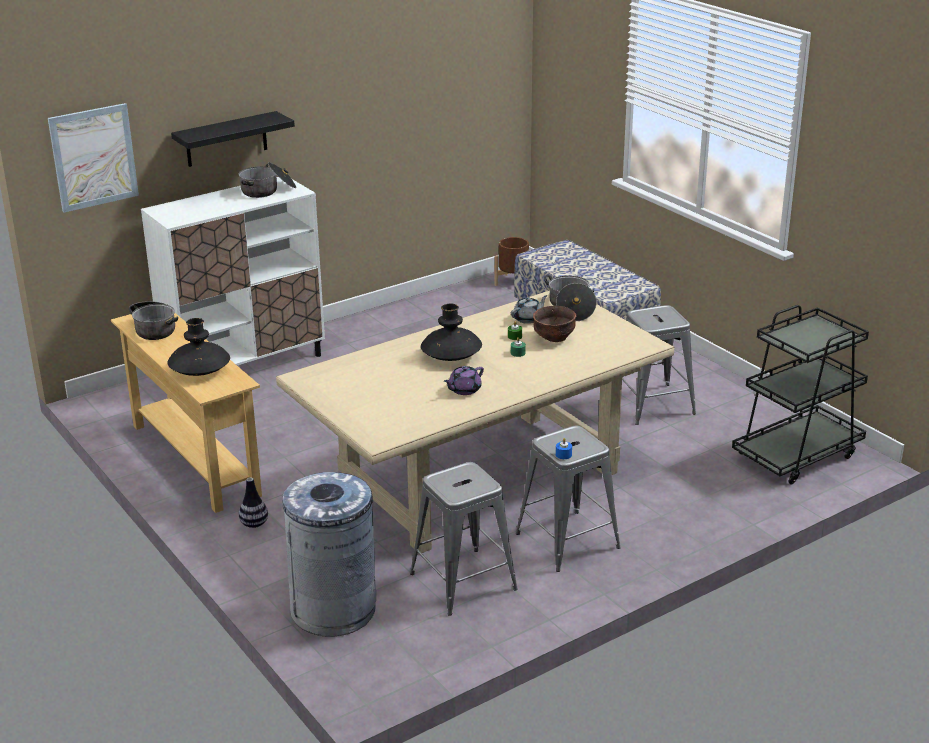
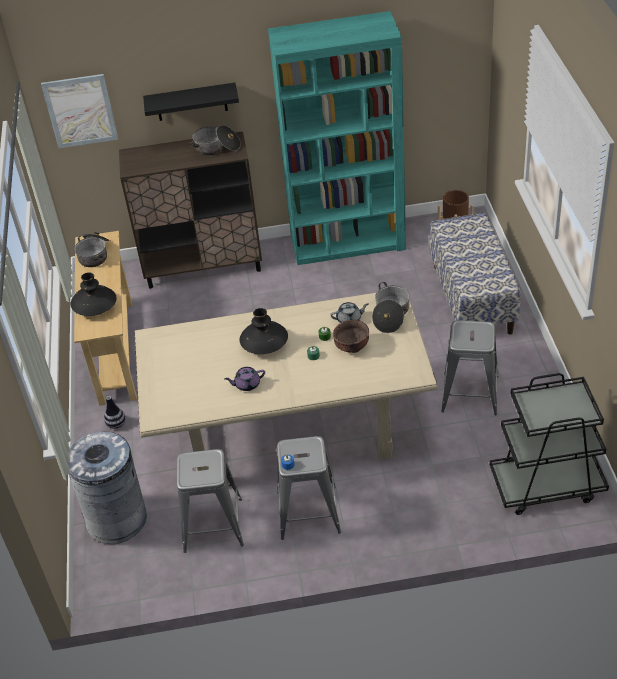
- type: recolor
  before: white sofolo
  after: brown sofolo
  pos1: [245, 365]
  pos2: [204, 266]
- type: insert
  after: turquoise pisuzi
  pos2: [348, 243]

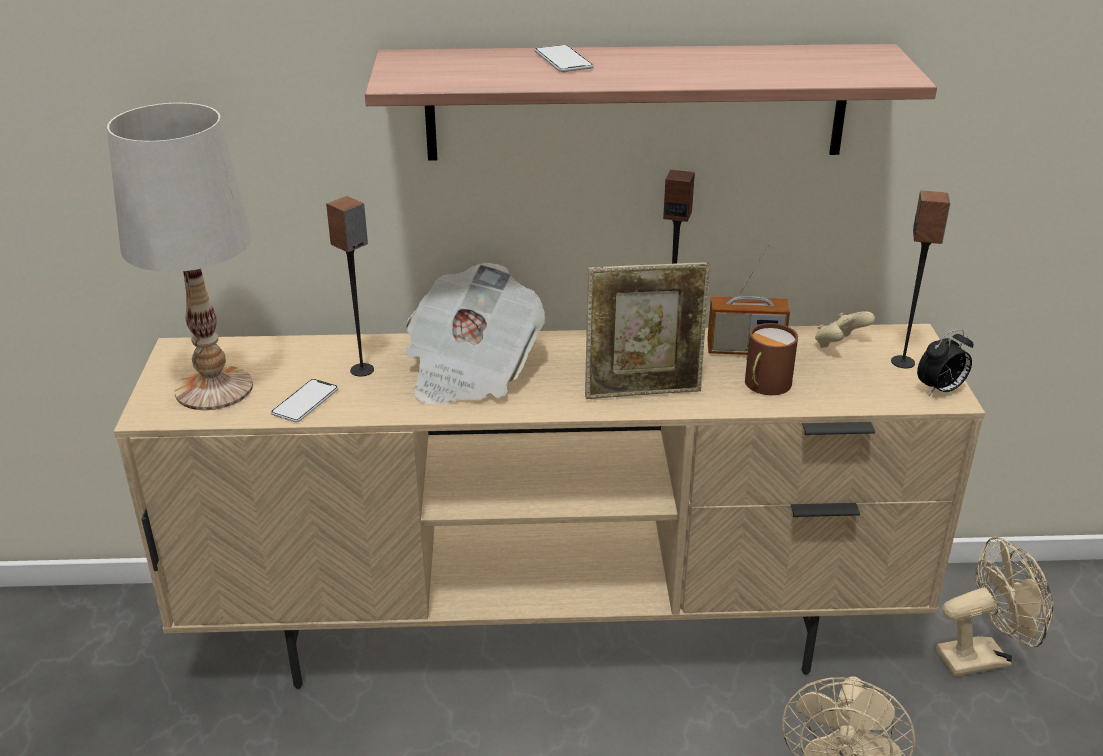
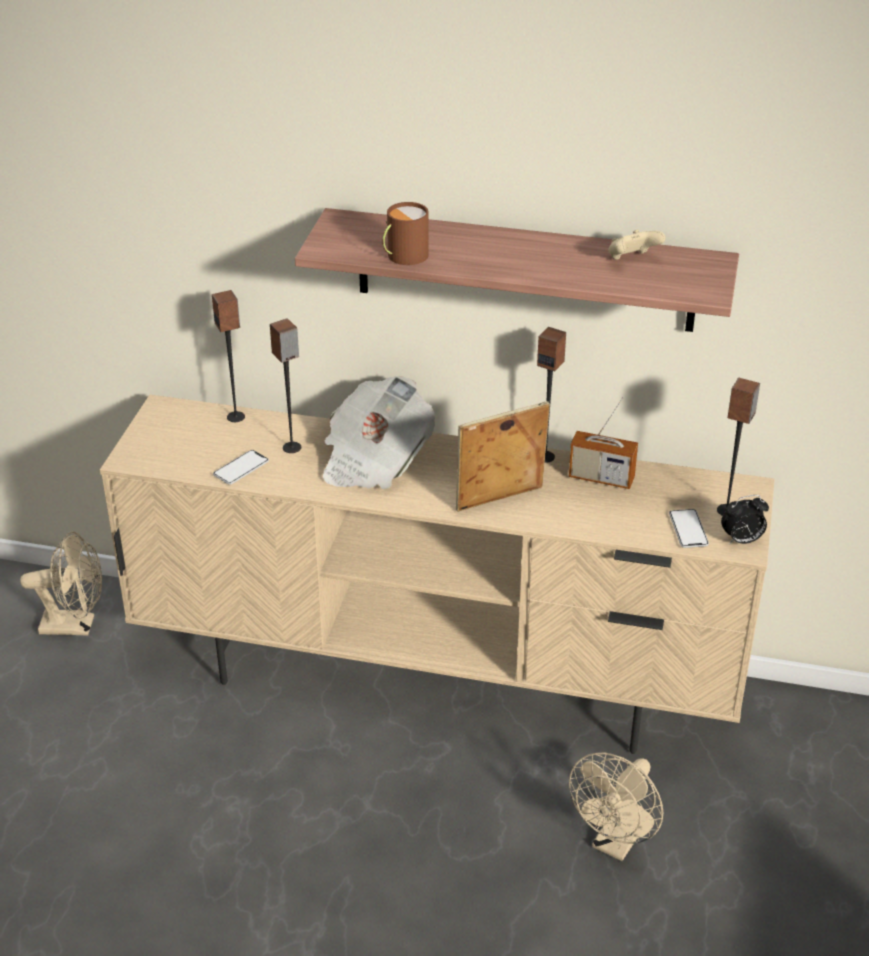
- type: move
  before: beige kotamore
  pos1: [982, 656]
  pos2: [76, 625]
- type: insert
  after: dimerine
  pos2: [236, 417]
- type: move
  before: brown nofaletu
  pos1: [764, 384]
  pos2: [403, 256]
- type: rotate
  before: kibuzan
  pos1: [643, 391]
  pos2: [500, 502]
  turn: 150
- type: move
  before: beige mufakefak
  pos1: [839, 345]
  pos2: [632, 260]
- type: move
  before: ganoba
  pos1: [563, 60]
  pos2: [688, 529]
- type: delete
  before: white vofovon
  pos1: [214, 389]

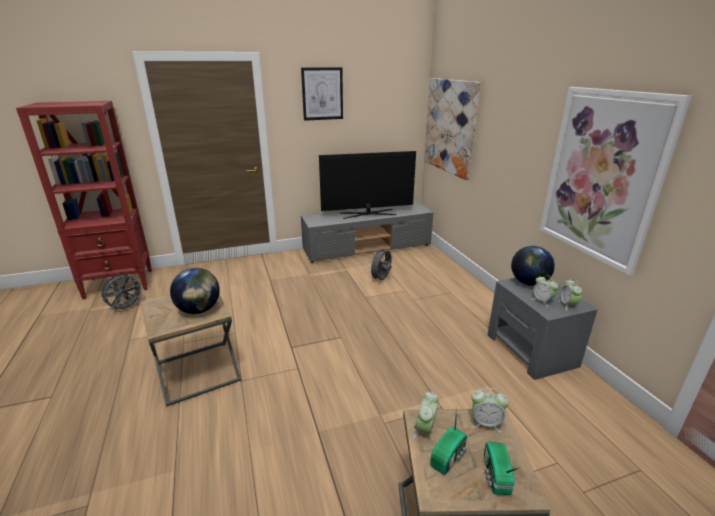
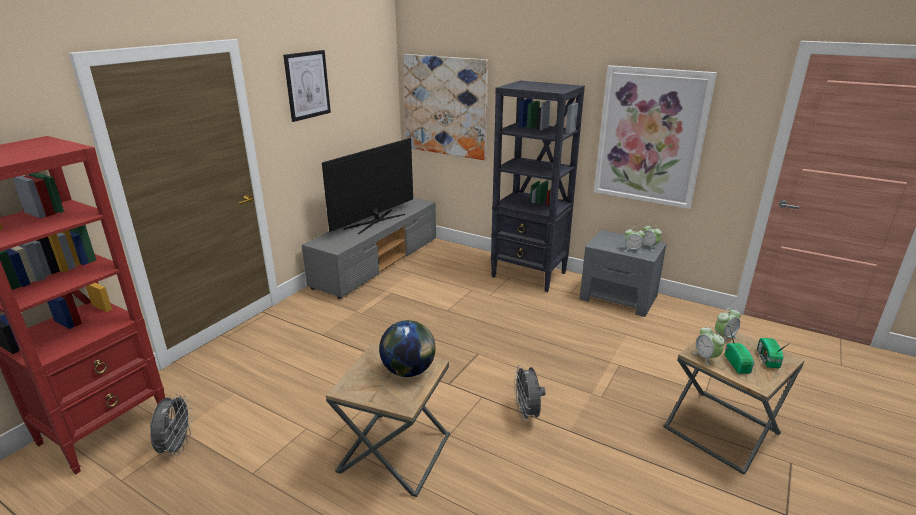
- type: insert
  after: black pisuzi
  pos2: [529, 275]
- type: move
  before: grey kotamore
  pos1: [381, 280]
  pos2: [527, 414]
- type: rotate
  before: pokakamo
  pos1: [495, 475]
  pos2: [767, 359]
  turn: 45
- type: delete
  before: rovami
  pos1: [529, 283]

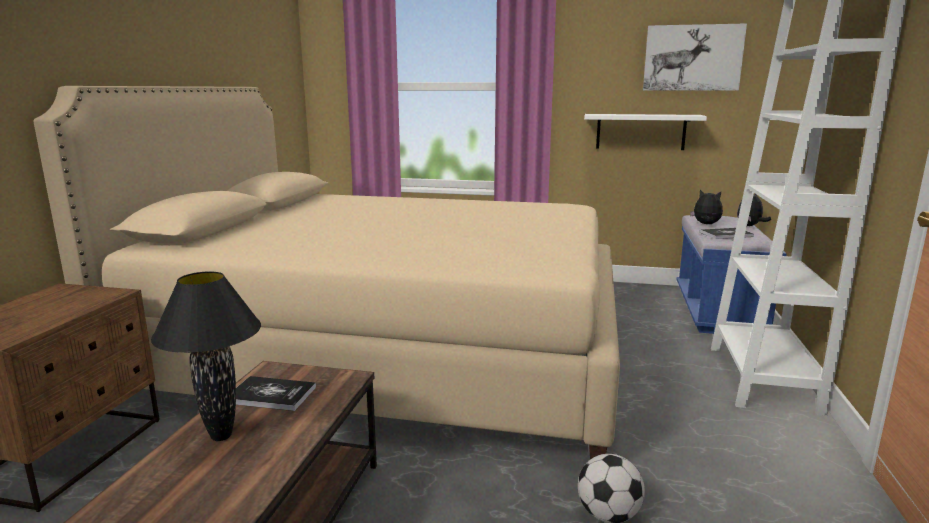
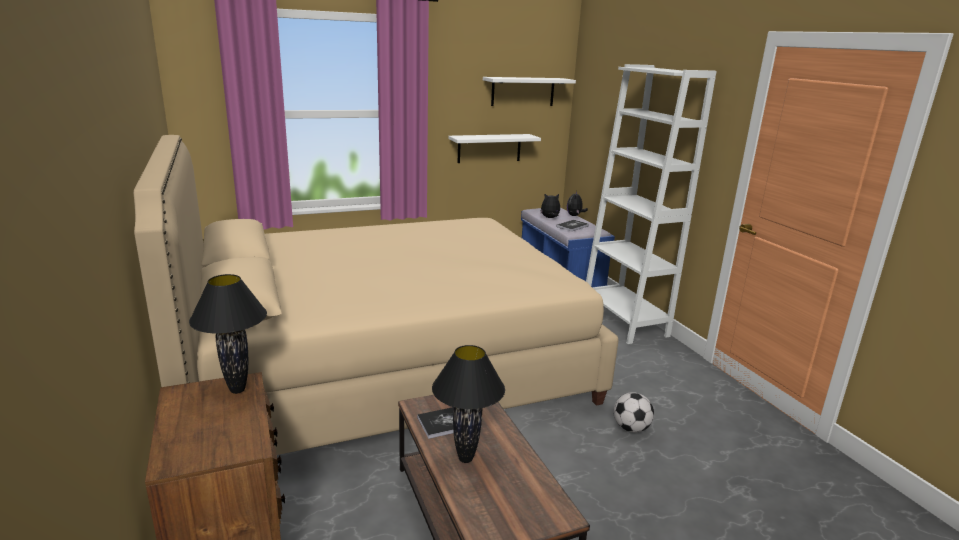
- type: insert
  after: black vofovon
  pos2: [238, 389]
- type: replace
  before: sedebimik
  after: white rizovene
  pos1: [692, 58]
  pos2: [523, 91]

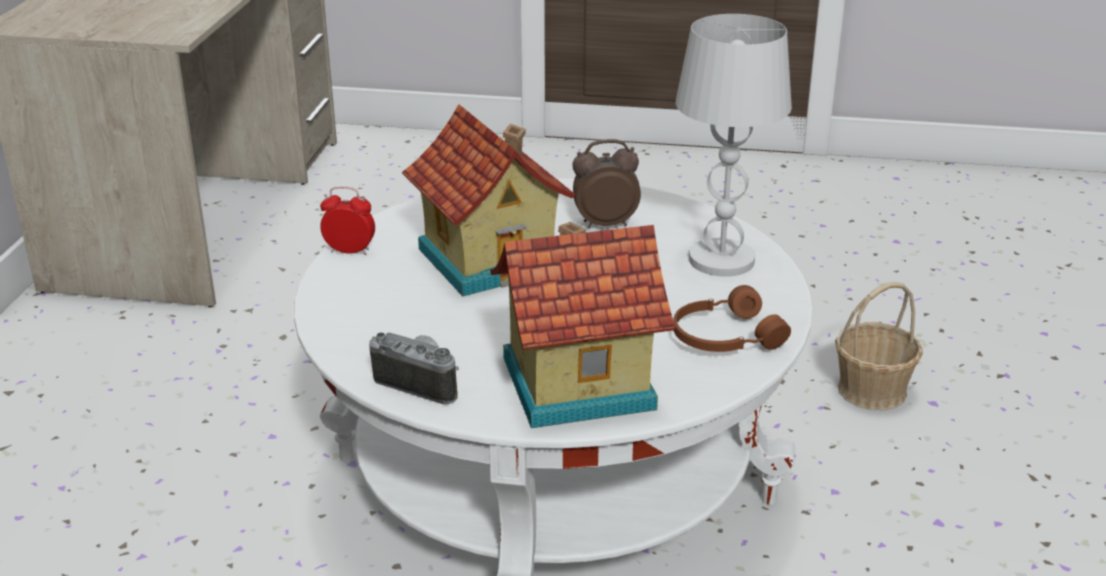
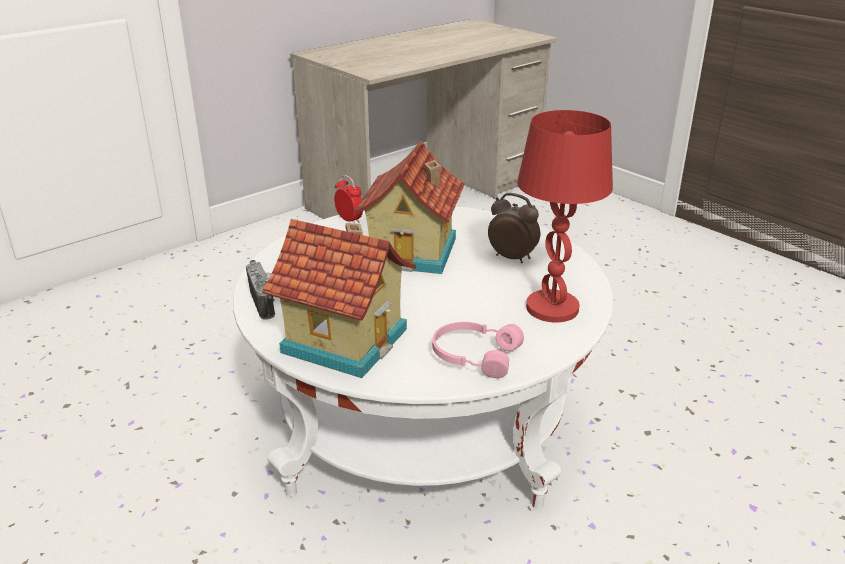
- type: recolor
  before: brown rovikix
  after: pink rovikix
  pos1: [724, 337]
  pos2: [474, 355]
- type: recolor
  before: white vofovon
  after: red vofovon
  pos1: [720, 260]
  pos2: [551, 308]
- type: delete
  before: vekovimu
  pos1: [872, 390]

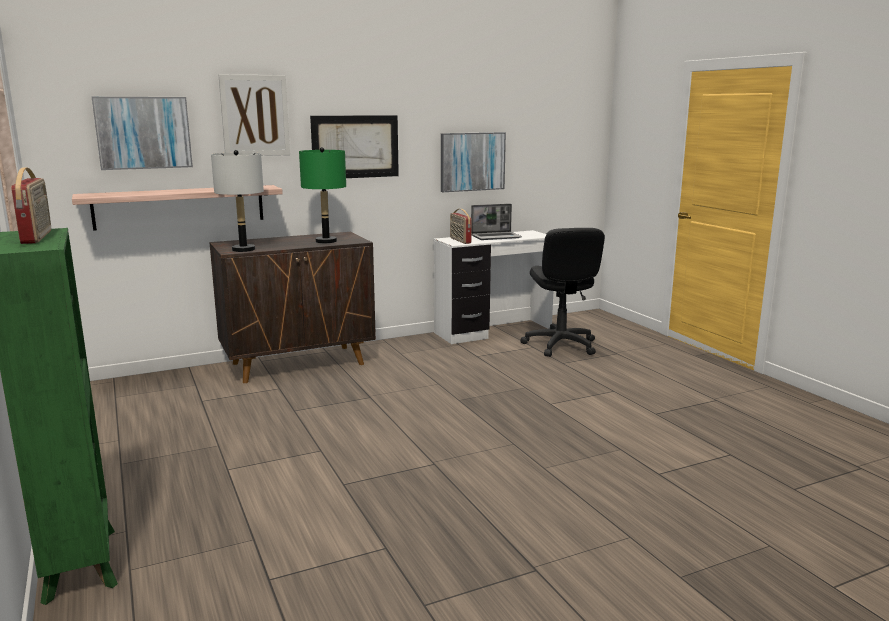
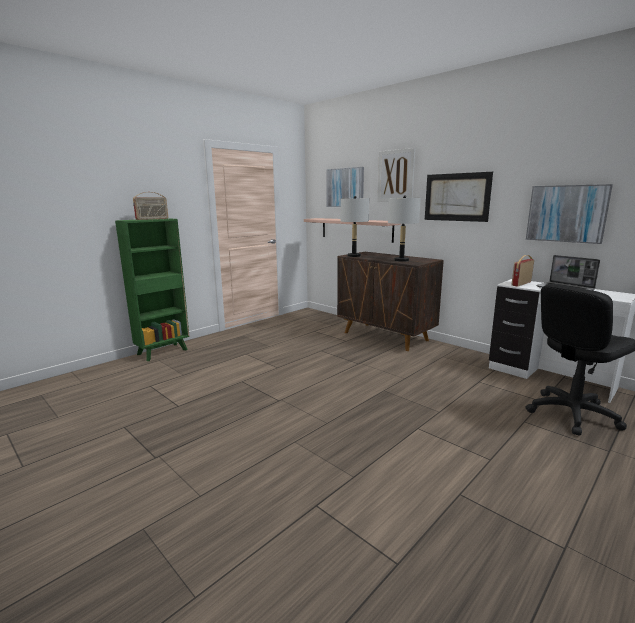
- type: recolor
  before: green vofovon
  after: grey vofovon
  pos1: [326, 241]
  pos2: [401, 260]

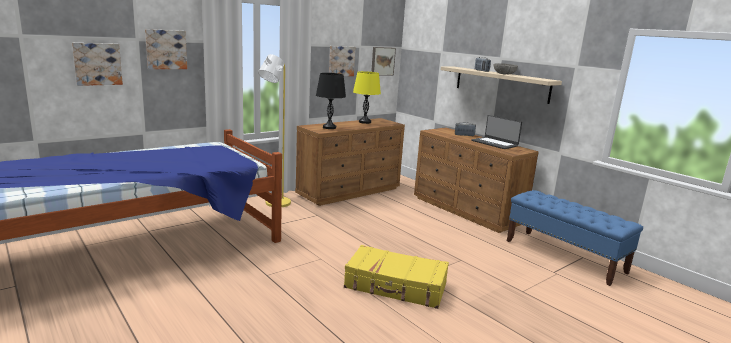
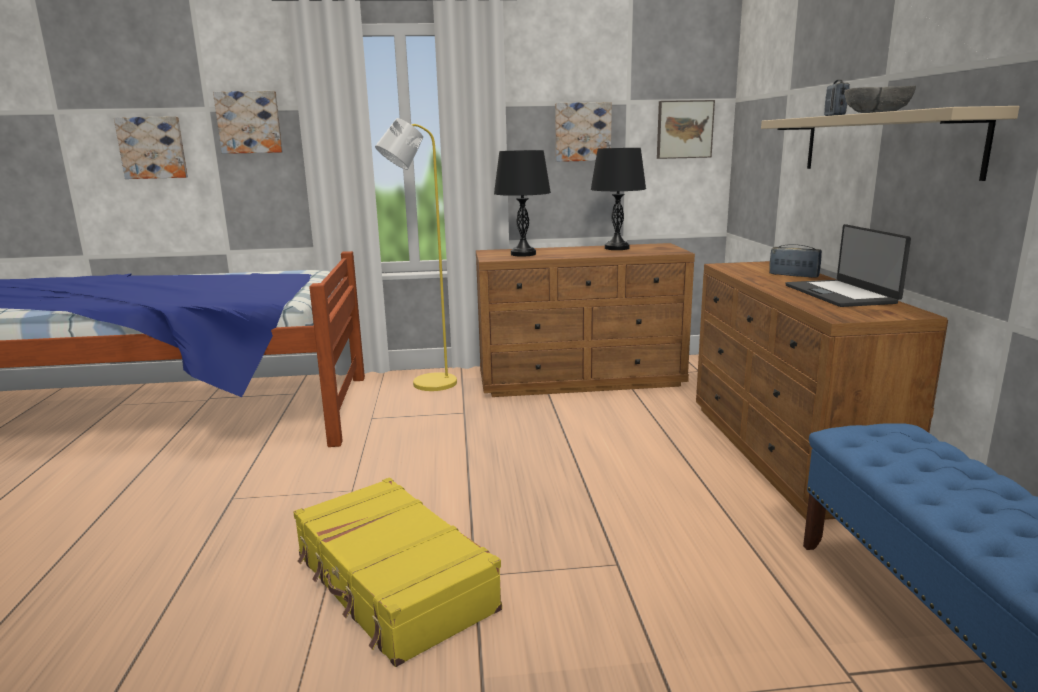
- type: recolor
  before: yellow vofovon
  after: black vofovon
  pos1: [365, 122]
  pos2: [617, 248]

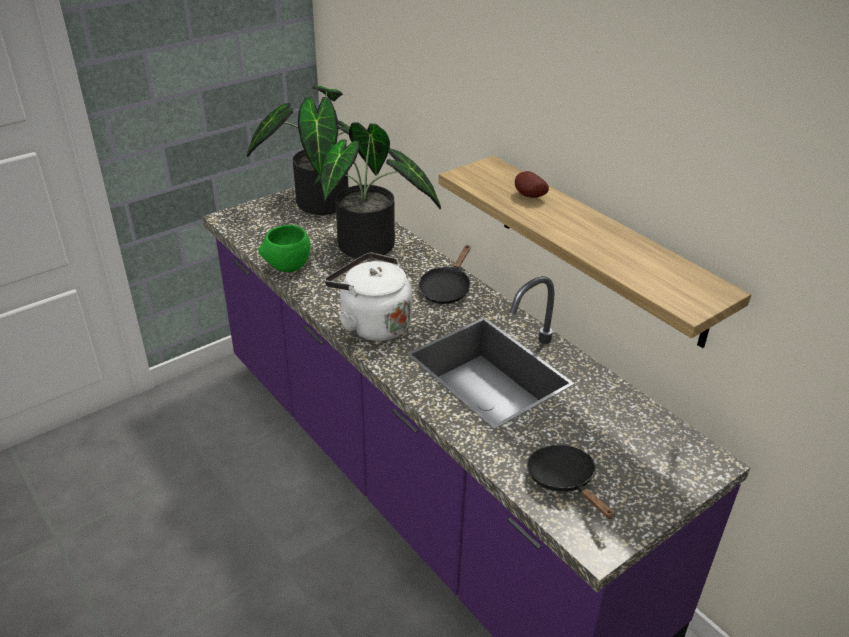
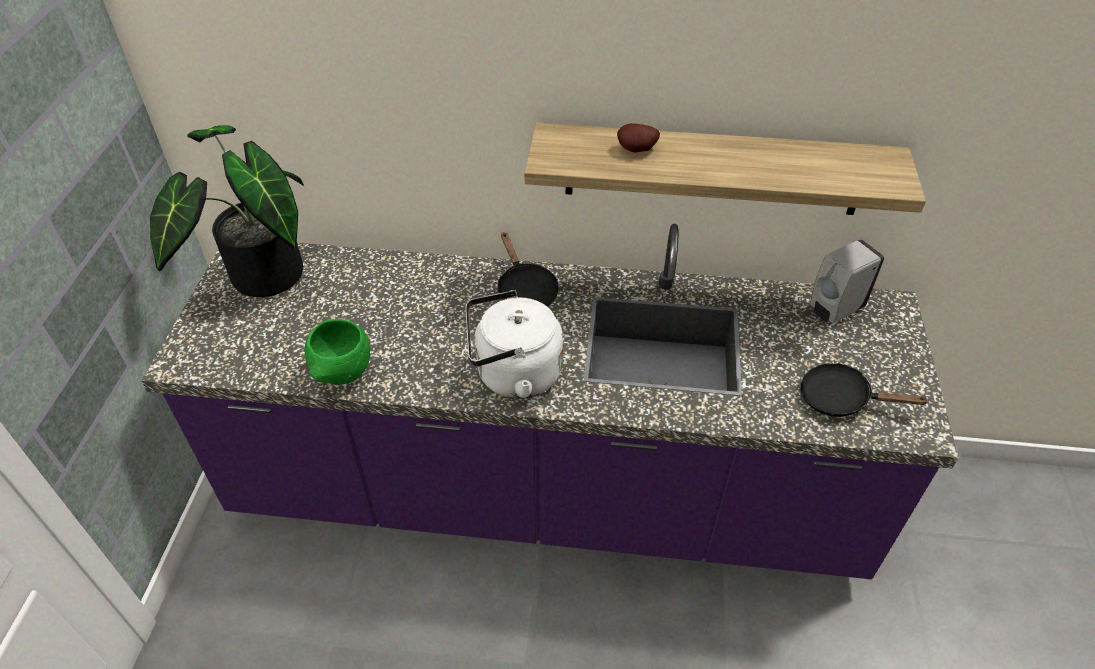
- type: insert
  after: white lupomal
  pos2: [834, 310]
- type: delete
  before: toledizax
  pos1: [371, 248]

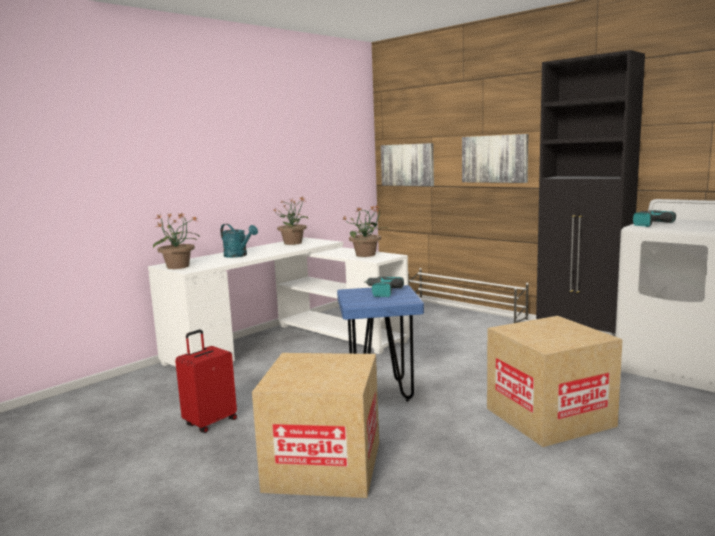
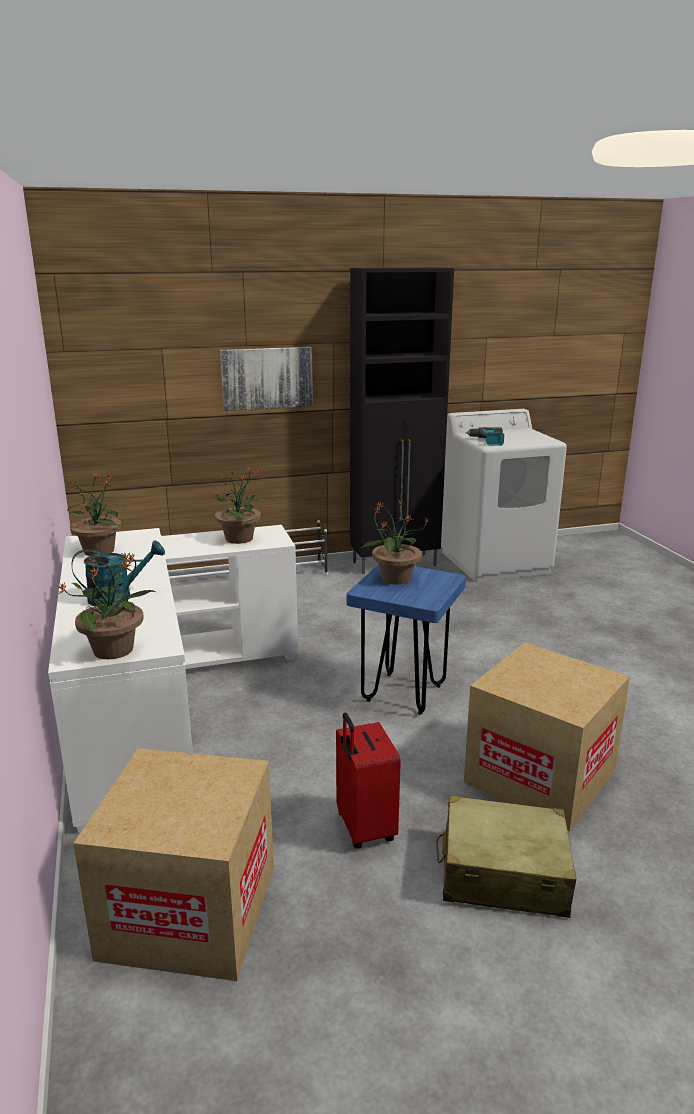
- type: move
  before: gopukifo
  pos1: [549, 417]
  pos2: [189, 911]
- type: replace
  before: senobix
  after: toledizax
  pos1: [381, 292]
  pos2: [395, 578]
- type: insert
  after: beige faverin
  pos2: [502, 873]
- type: delete
  before: sedebimik
  pos1: [407, 165]

